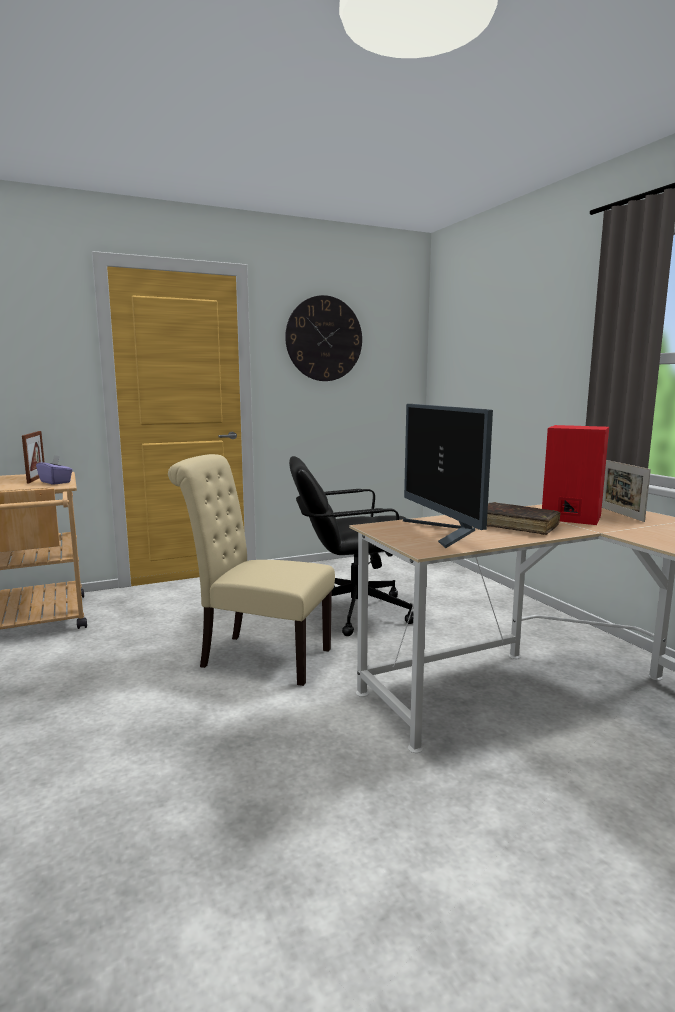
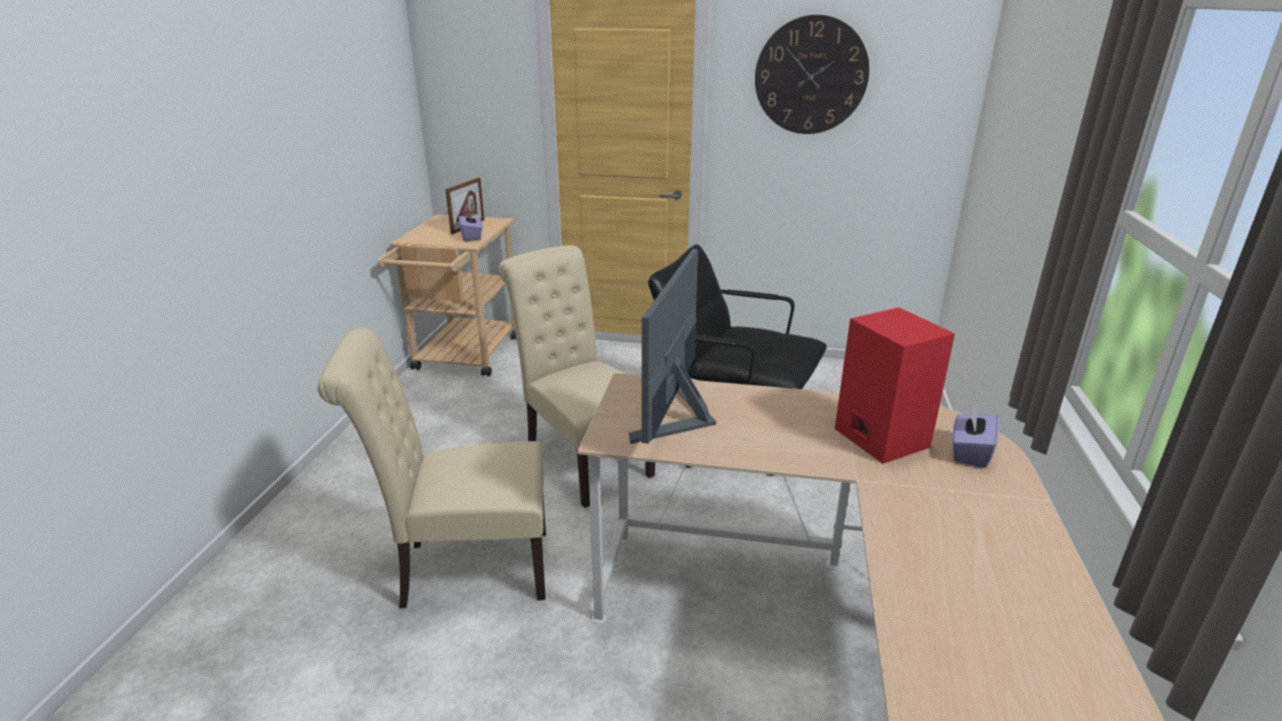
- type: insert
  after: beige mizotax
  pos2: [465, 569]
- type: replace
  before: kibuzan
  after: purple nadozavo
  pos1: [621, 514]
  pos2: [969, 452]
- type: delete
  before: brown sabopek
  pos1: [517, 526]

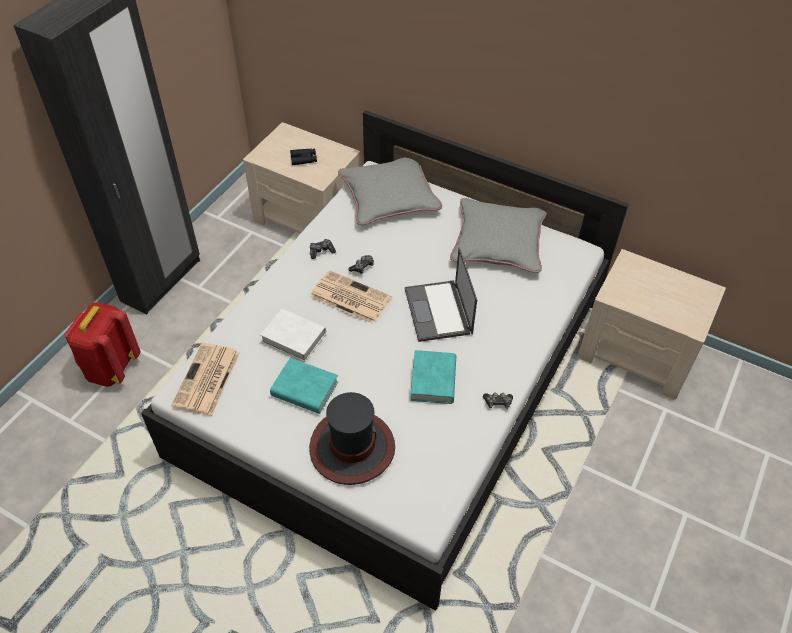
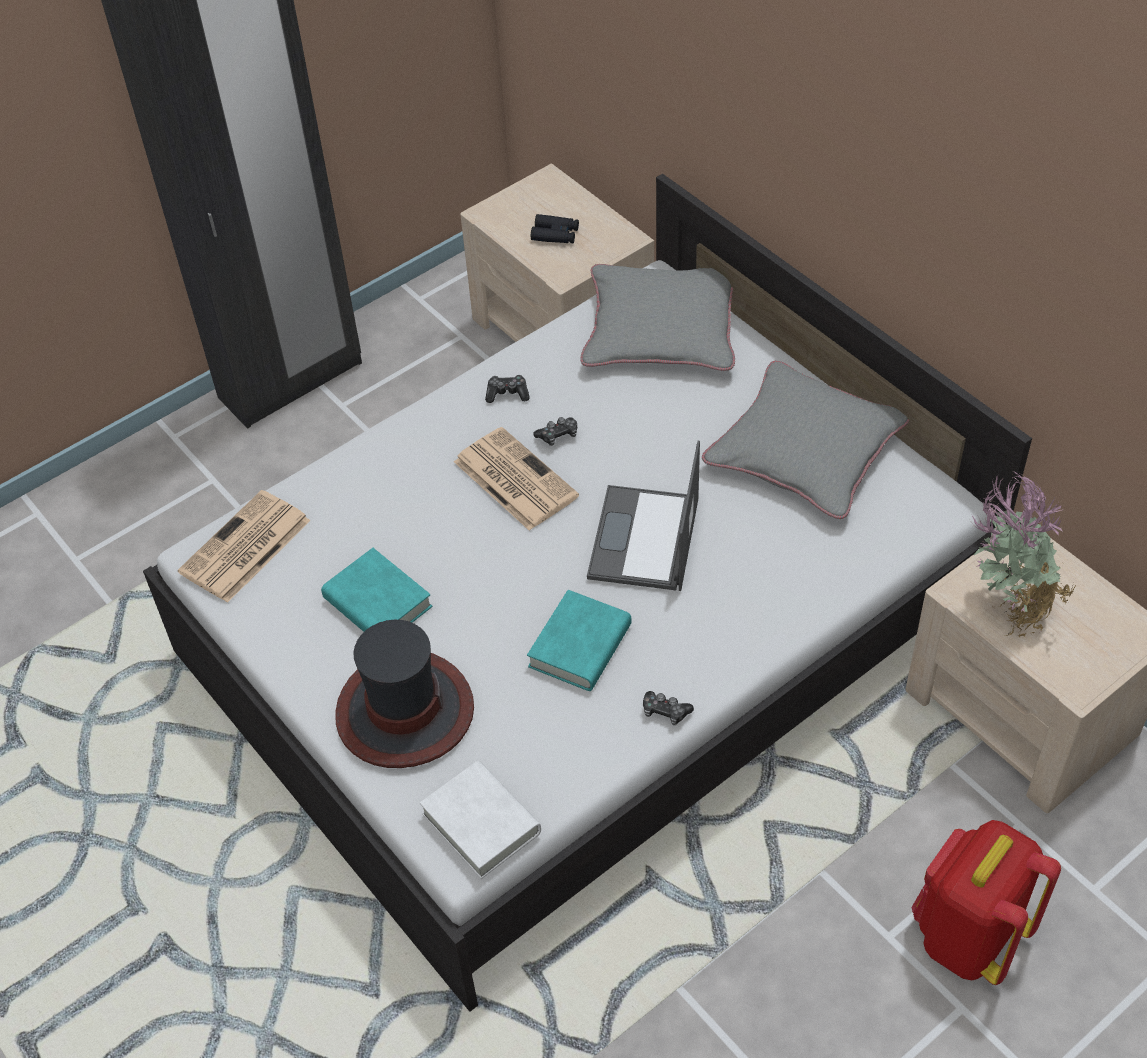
- type: move
  before: white sabopek
  pos1: [294, 338]
  pos2: [481, 823]
- type: move
  before: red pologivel
  pos1: [111, 368]
  pos2: [968, 935]
- type: insert
  after: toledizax
  pos2: [1007, 608]

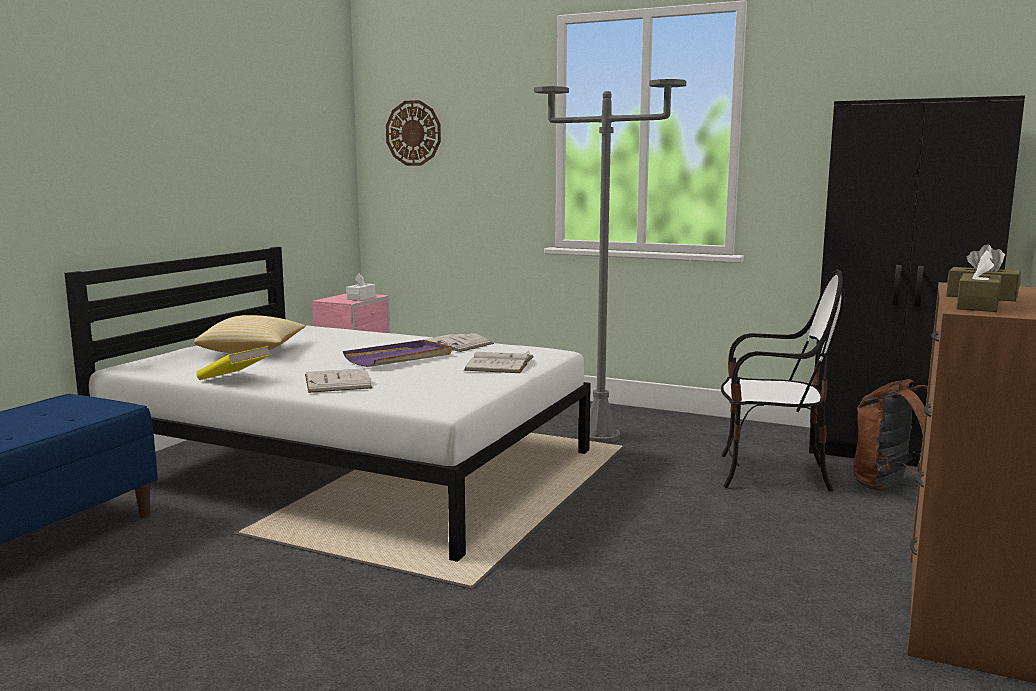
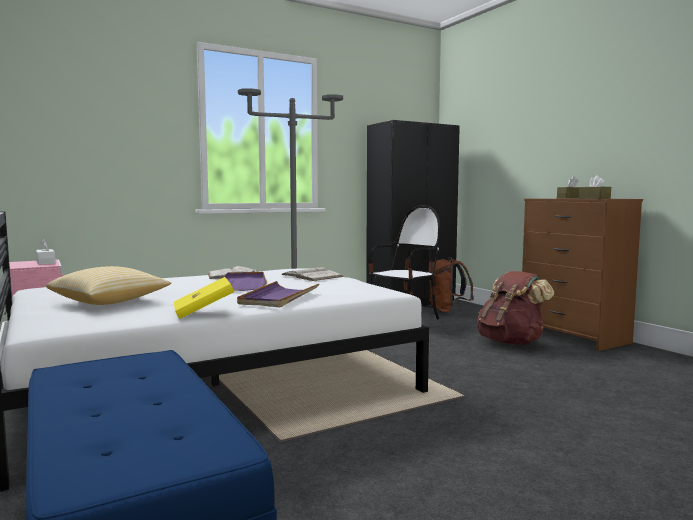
- type: replace
  before: white sabopek
  after: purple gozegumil
  pos1: [337, 381]
  pos2: [279, 297]
- type: insert
  after: brown pologivel
  pos2: [510, 342]
- type: delete
  before: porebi
  pos1: [413, 133]

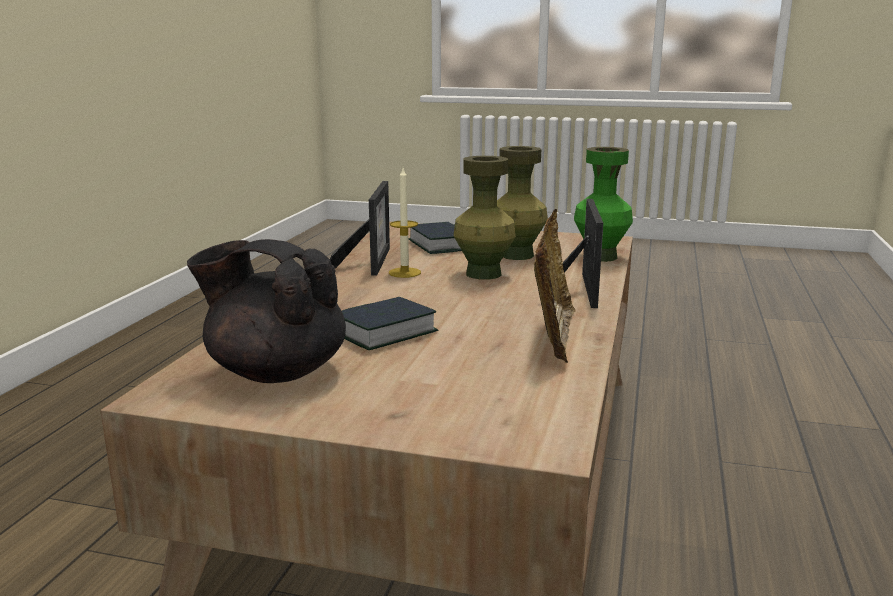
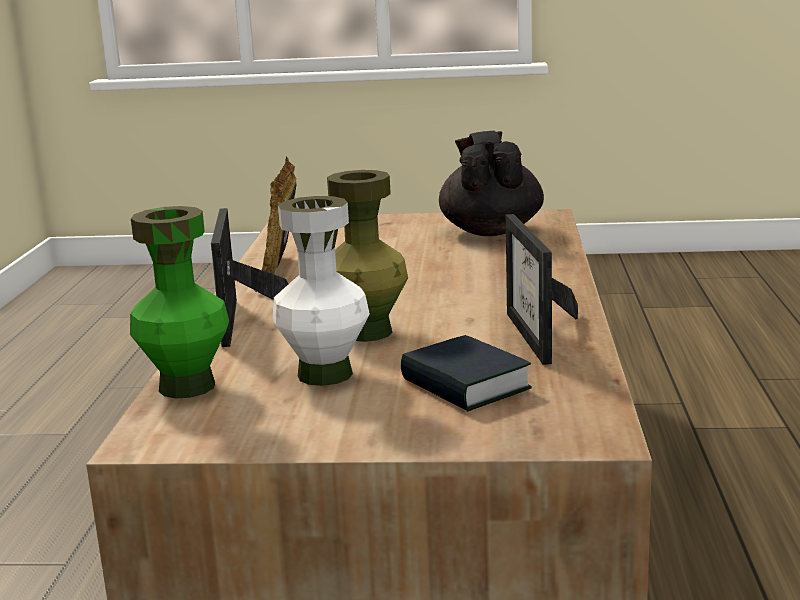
- type: recolor
  before: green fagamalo
  after: white fagamalo
  pos1: [516, 255]
  pos2: [325, 374]
- type: rotate
  before: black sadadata
  pos1: [275, 372]
  pos2: [490, 231]
  turn: -105
- type: delete
  before: sabopek
  pos1: [384, 332]
- type: delete
  before: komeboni
  pos1: [404, 272]

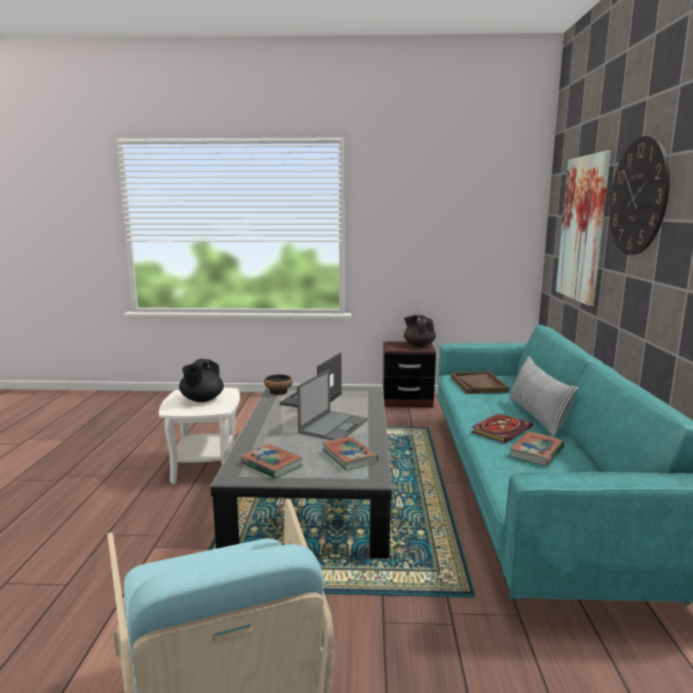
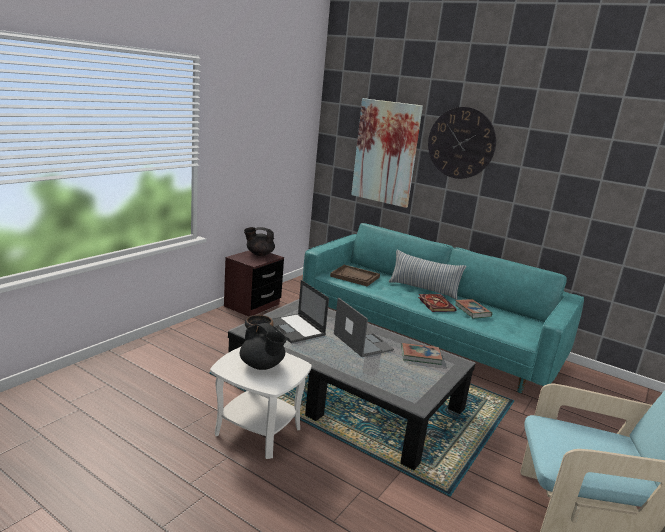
- type: delete
  before: sabopek
  pos1: [271, 465]

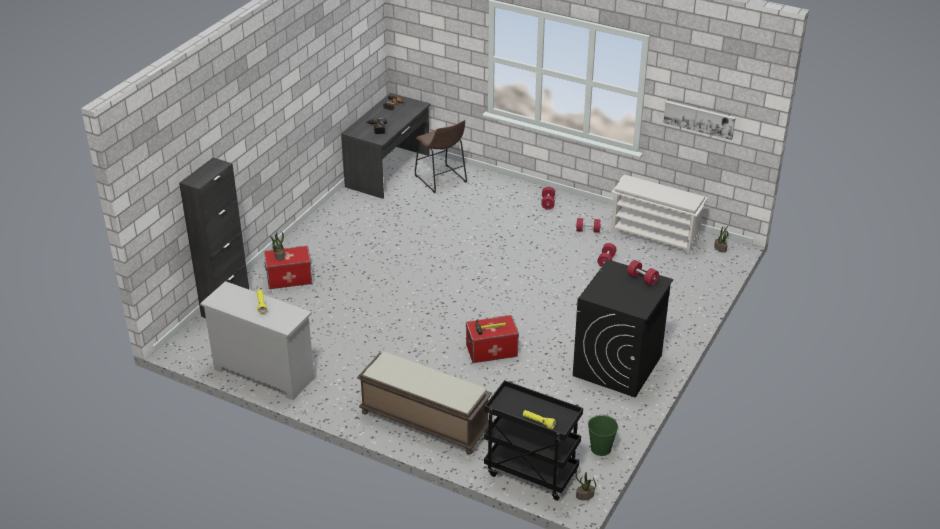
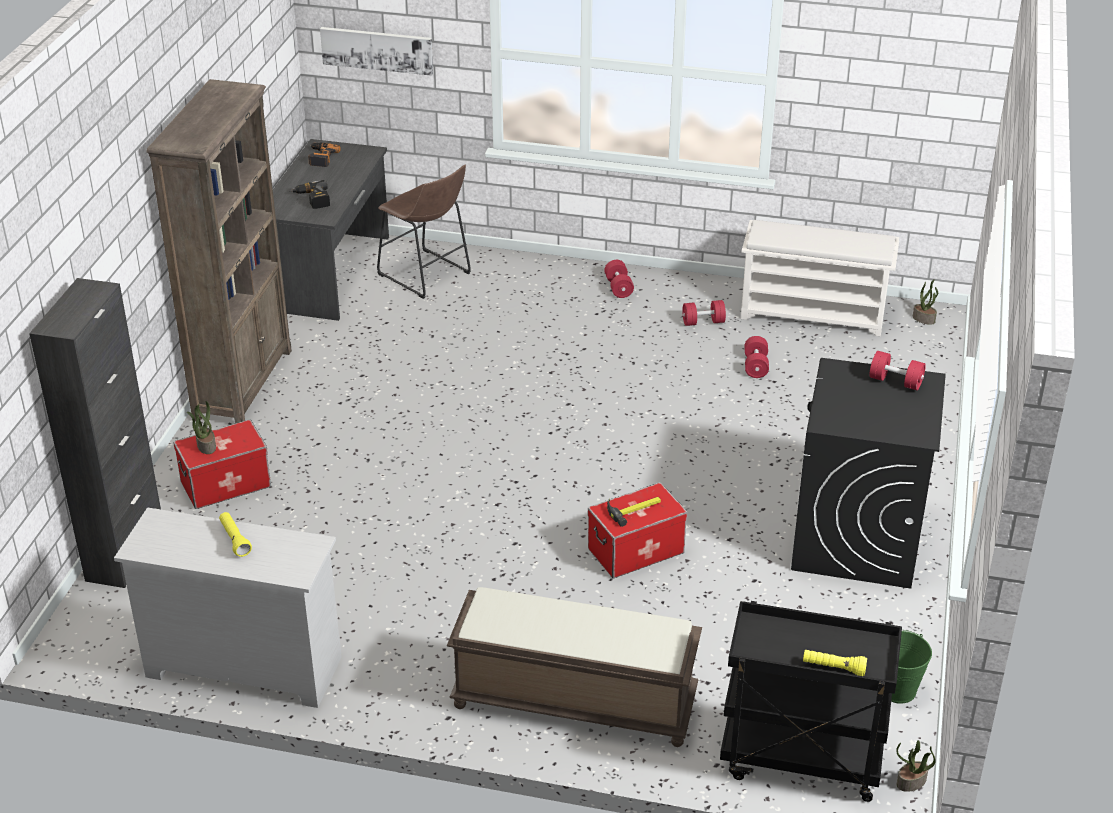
- type: insert
  after: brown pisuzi
  pos2: [243, 384]
- type: move
  before: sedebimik
  pos1: [699, 119]
  pos2: [377, 50]

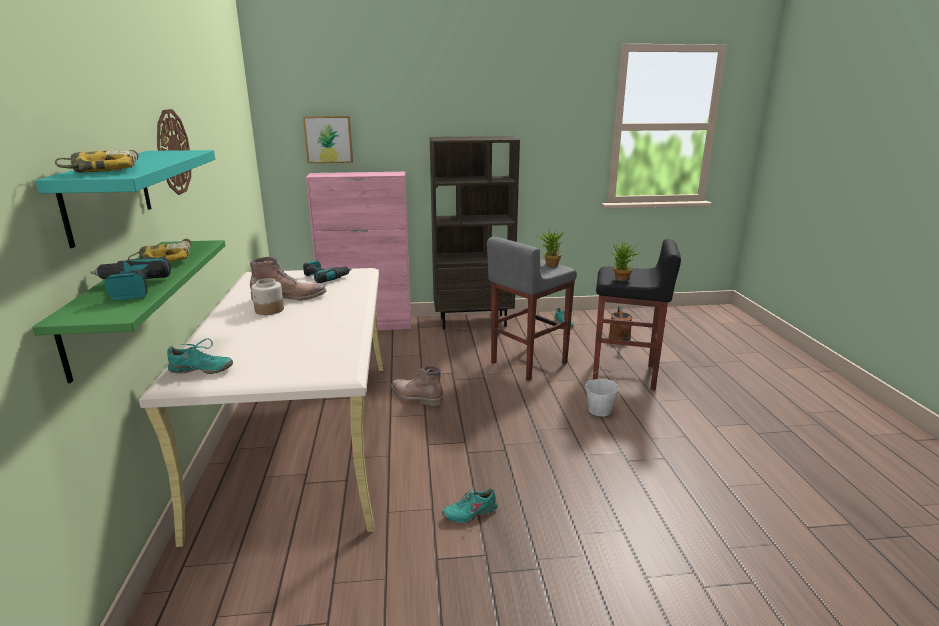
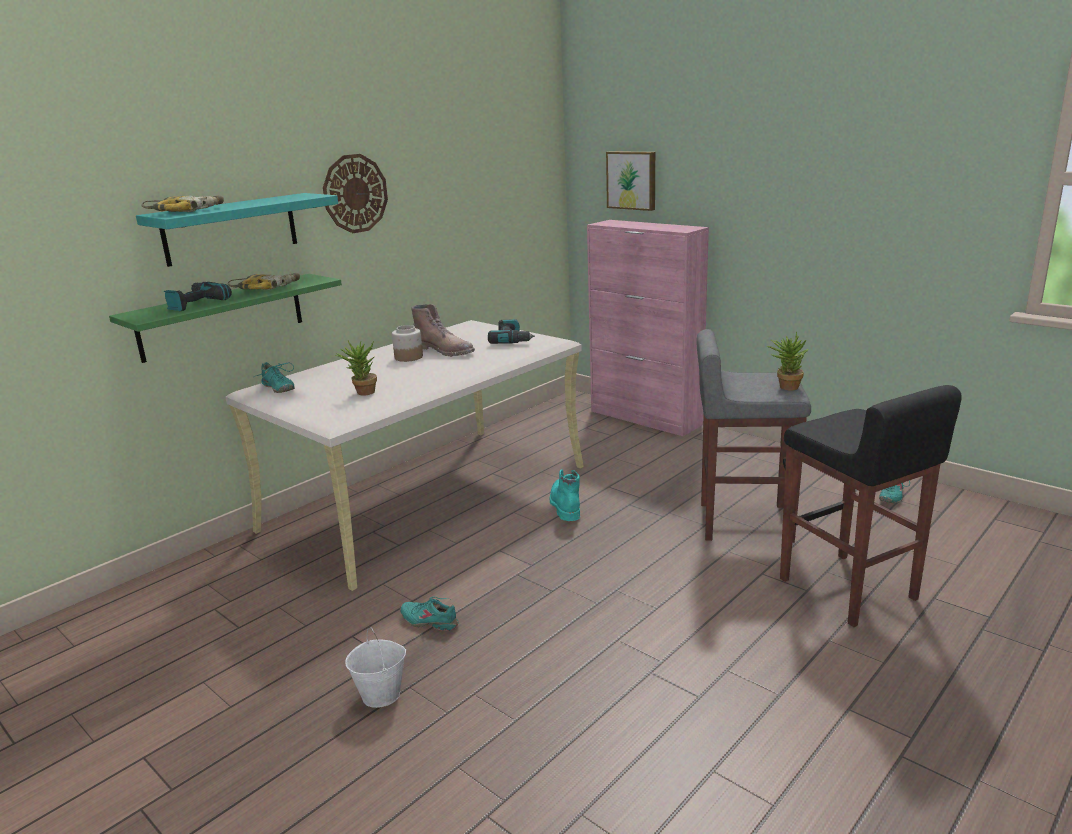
- type: move
  before: toledizax
  pos1: [621, 280]
  pos2: [362, 393]
- type: move
  before: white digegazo
  pos1: [599, 410]
  pos2: [381, 694]
- type: recolor
  before: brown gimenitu
  after: turquoise gimenitu
  pos1: [415, 397]
  pos2: [564, 504]
- type: delete
  before: brown pisuzi
  pos1: [473, 321]
- type: delete
  before: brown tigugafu
  pos1: [620, 339]

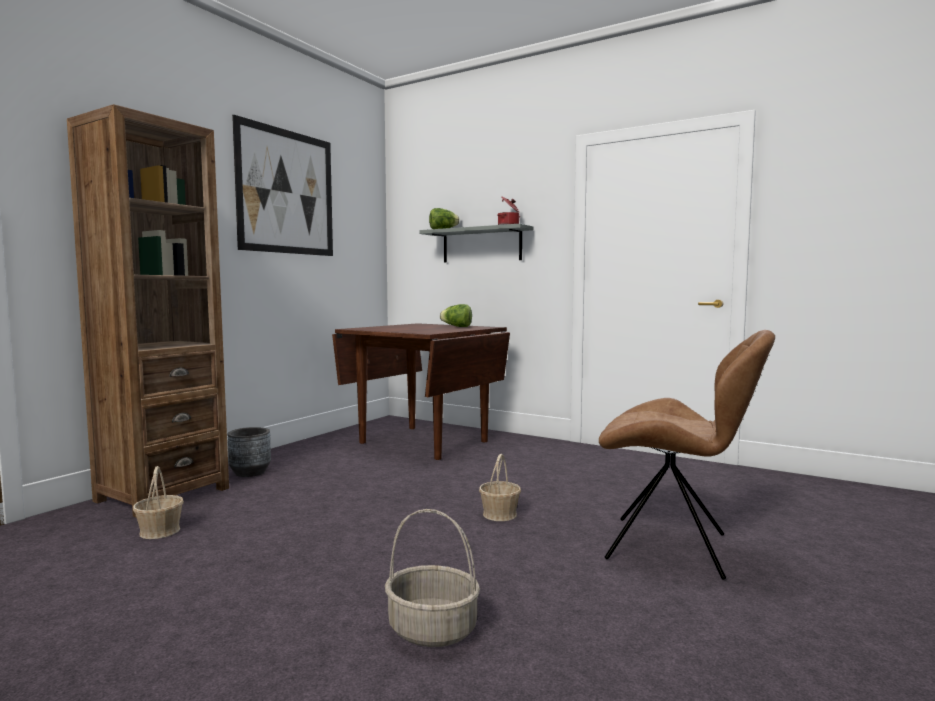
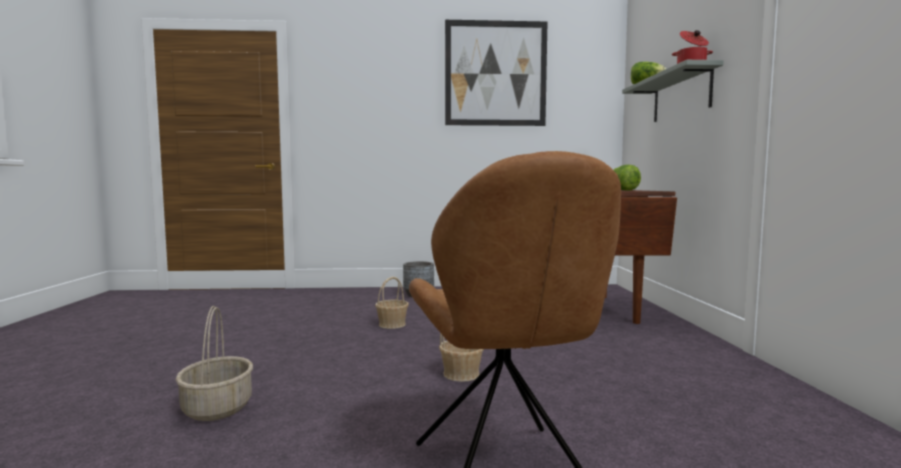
- type: move
  before: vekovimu
  pos1: [160, 531]
  pos2: [392, 324]
- type: delete
  before: brown pisuzi
  pos1: [162, 494]

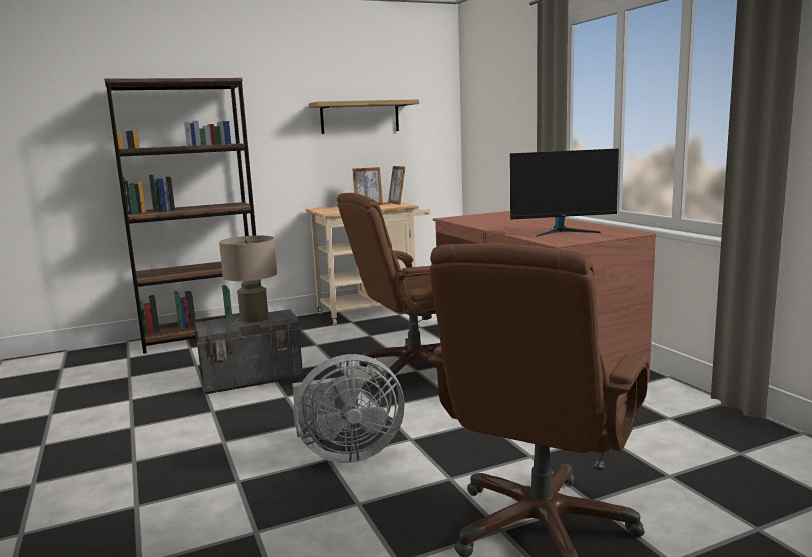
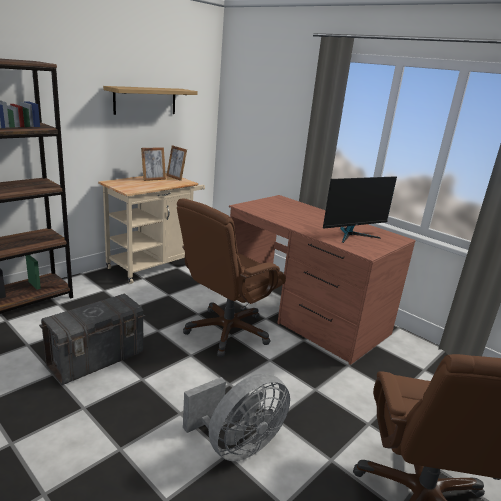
- type: delete
  before: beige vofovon
  pos1: [254, 318]

